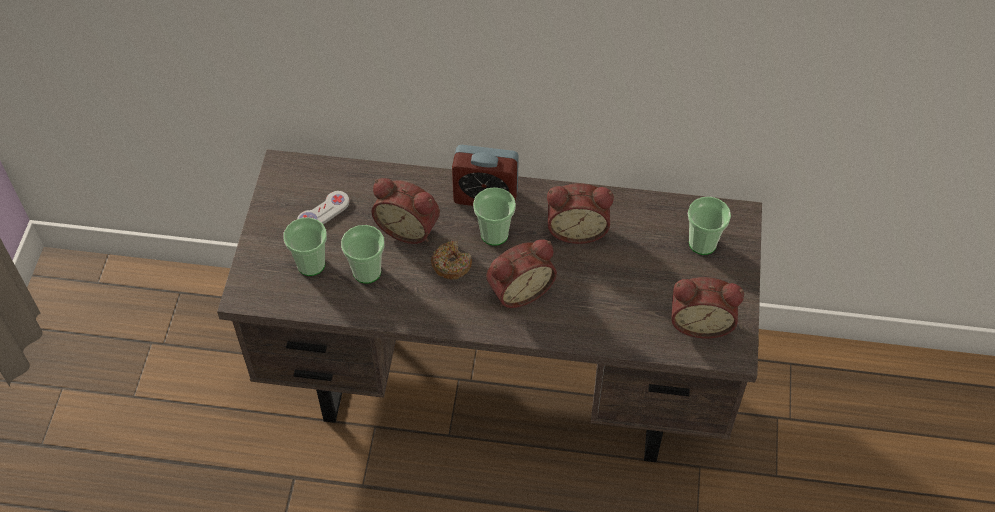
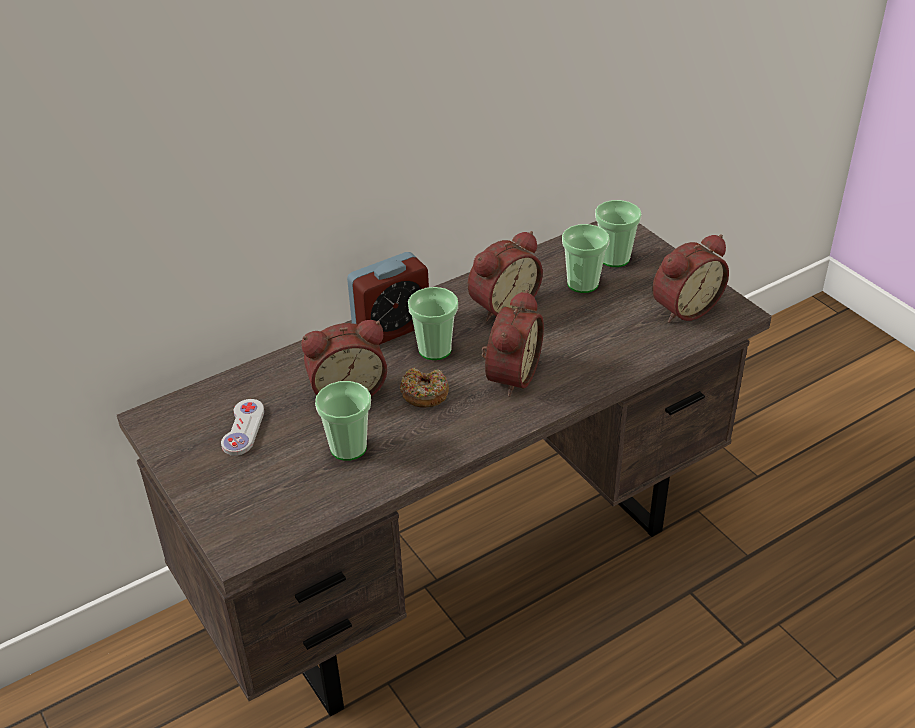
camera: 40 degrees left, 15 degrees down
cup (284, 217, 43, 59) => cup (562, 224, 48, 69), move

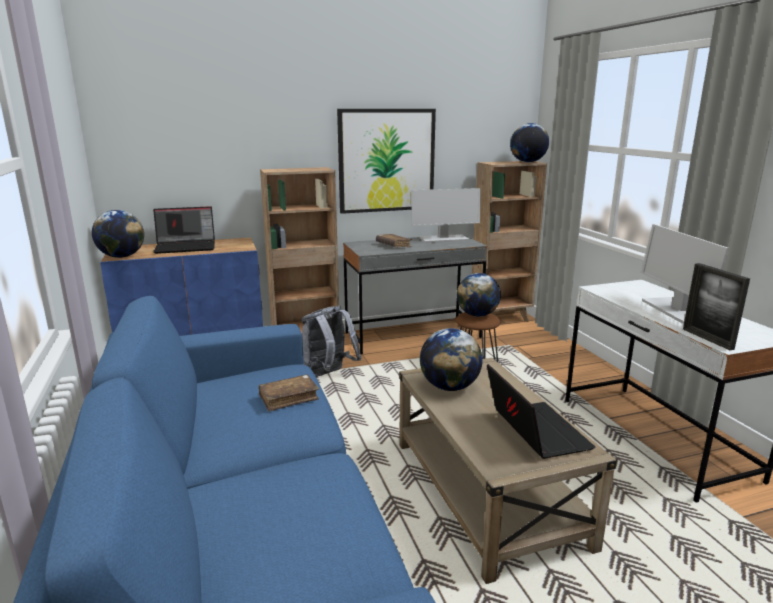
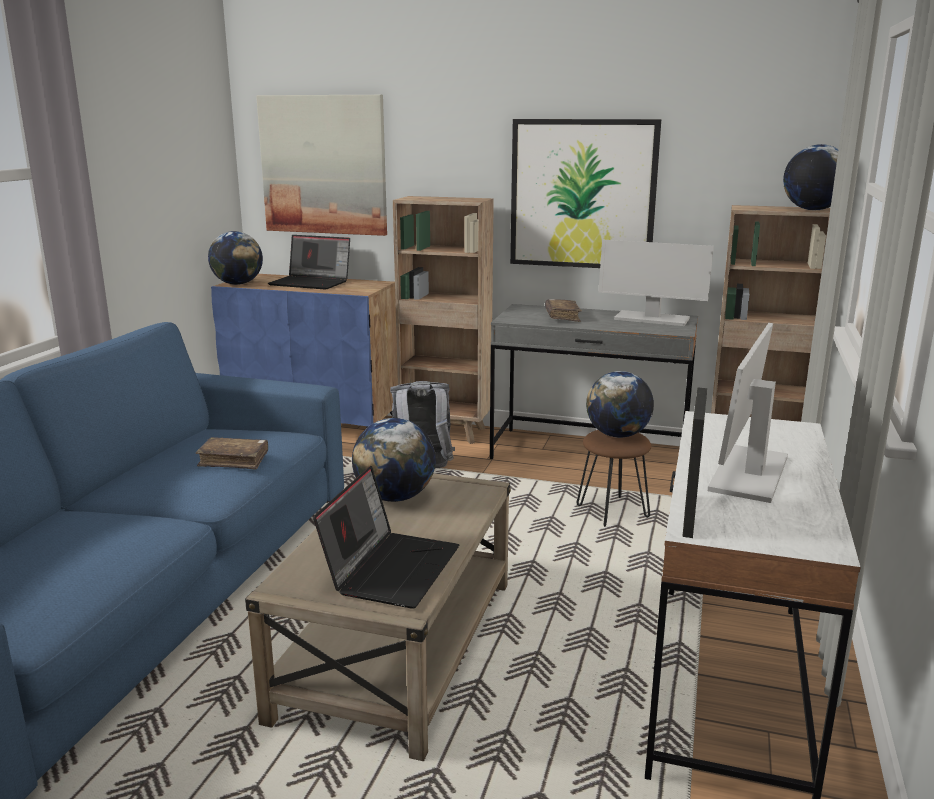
camera: 35 degrees right, 0 degrees up
nothing => picture (256, 95, 131, 141)

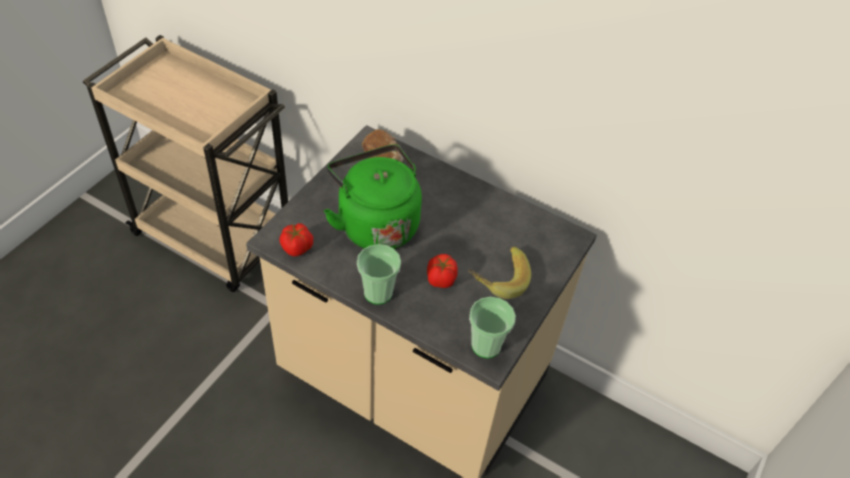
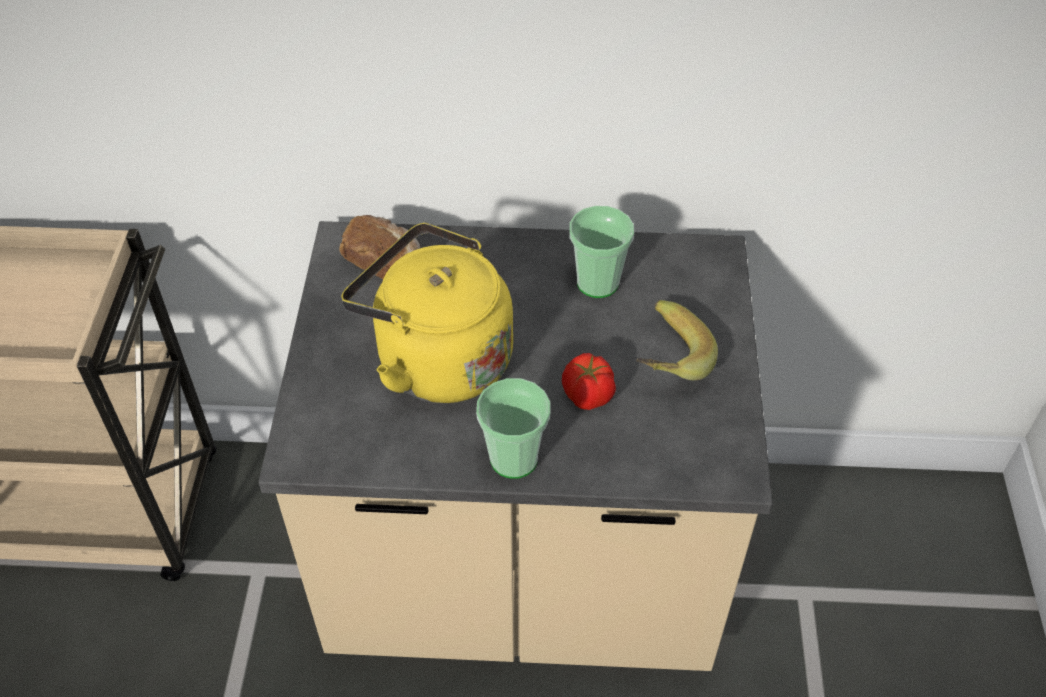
camera: 25 degrees left, 0 degrees up
green-coloured tea kettle (324, 144, 98, 105) => yellow-coloured tea kettle (341, 223, 172, 180)
fresh tomato (279, 223, 34, 33) => nothing
cup (469, 297, 47, 62) => cup (569, 206, 65, 92), move

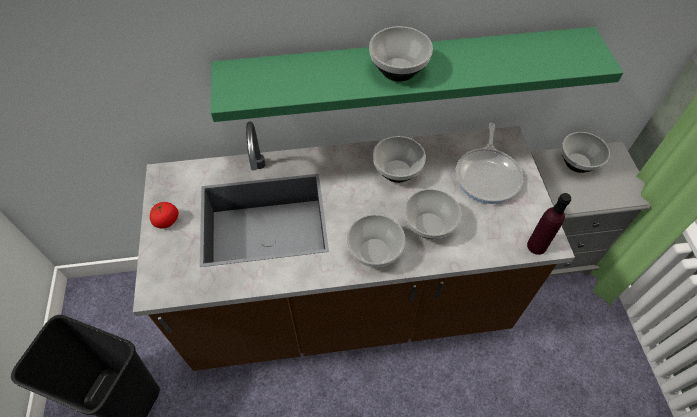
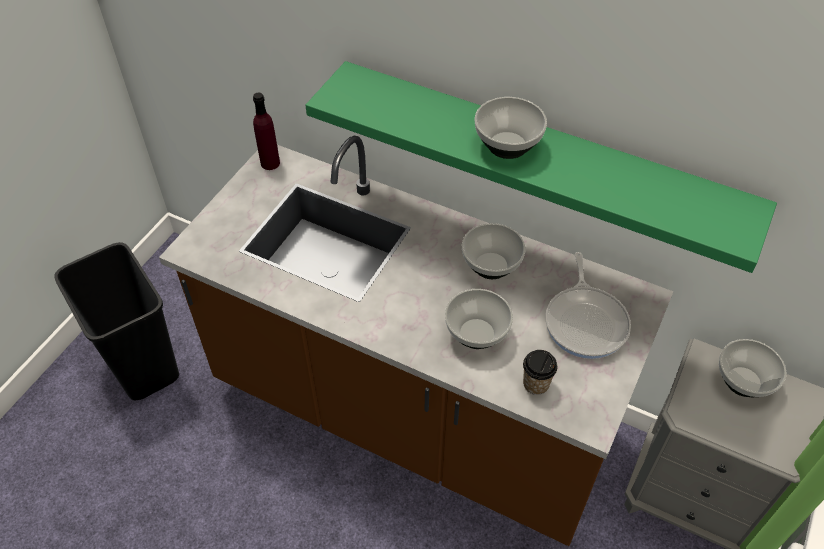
camera: 35 degrees right, 5 degrees down
frying pan (456, 123, 67, 81) => frying pan (545, 252, 86, 107), 45 degrees counterclockwise
purplish beverage bottle (527, 193, 44, 62) => purplish beverage bottle (253, 92, 27, 78), move
fresh tomato (150, 202, 29, 27) => nothing
bowl (347, 214, 58, 53) => nothing
nothing => cup (523, 350, 35, 45)

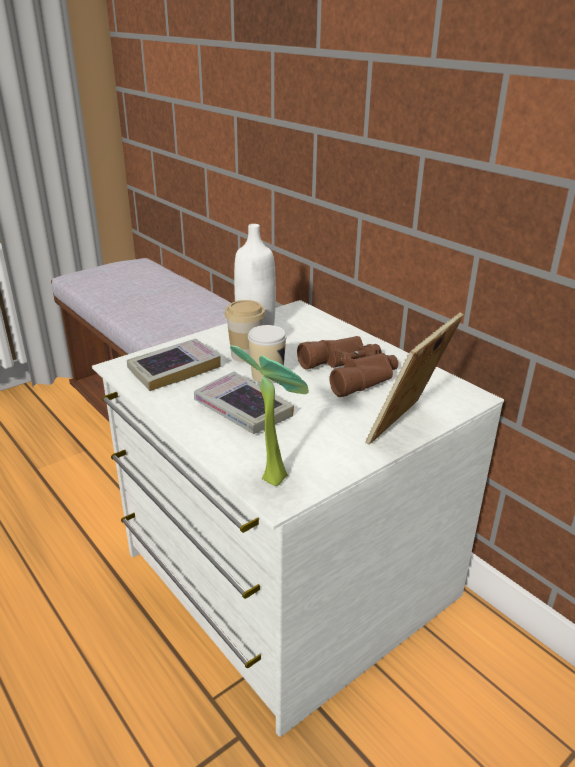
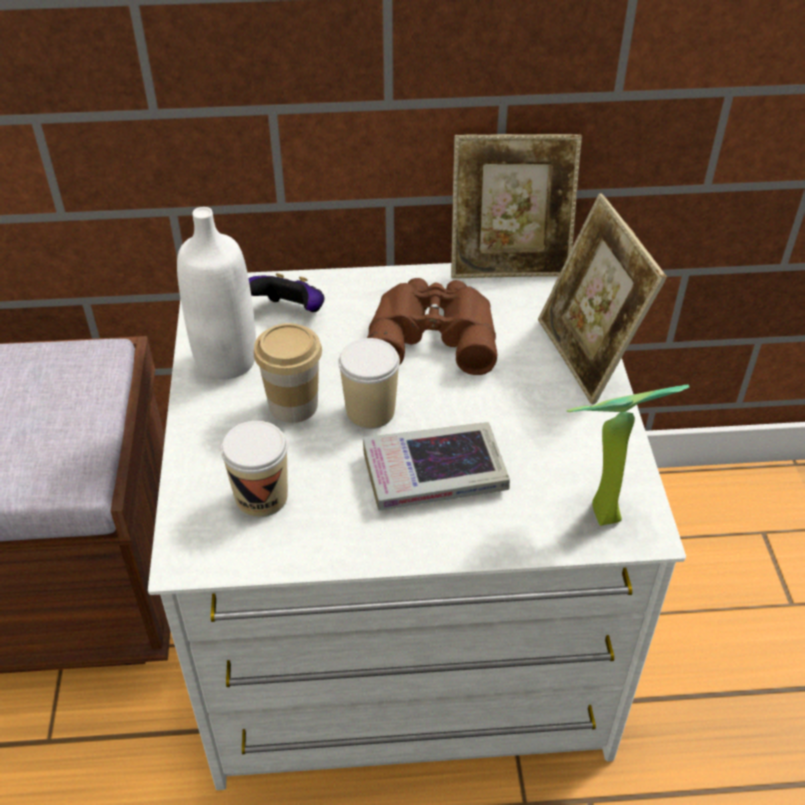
camera: 55 degrees left, 15 degrees up
volume (127, 339, 94, 52) => cup (221, 421, 67, 96)
nothing => picture frame (451, 134, 131, 145)
nothing => gamepad (248, 273, 77, 39)

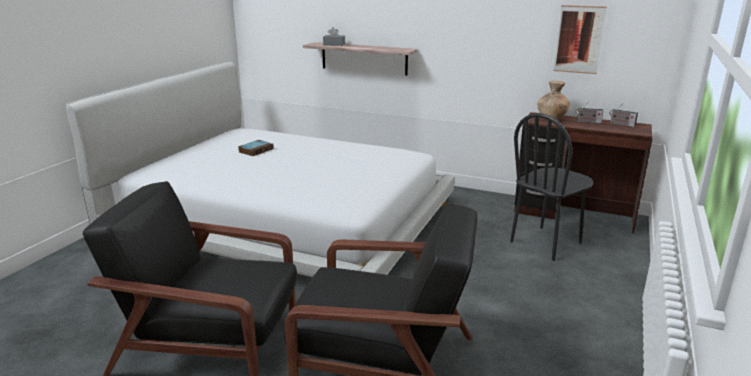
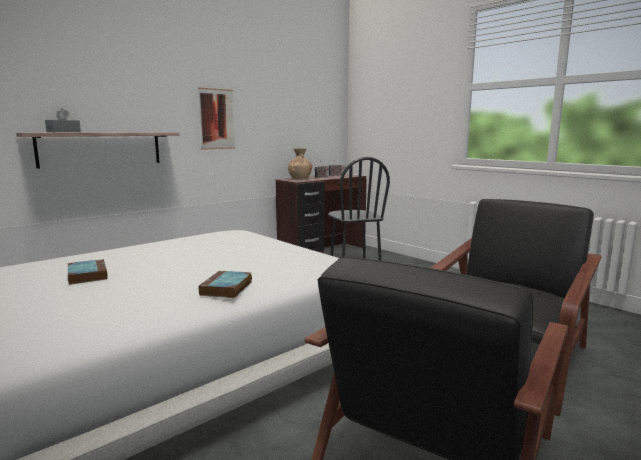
camera: 65 degrees left, 10 degrees down
picture (553, 5, 54, 69) => picture (198, 88, 38, 62), move
nothing => volume (199, 271, 53, 27)

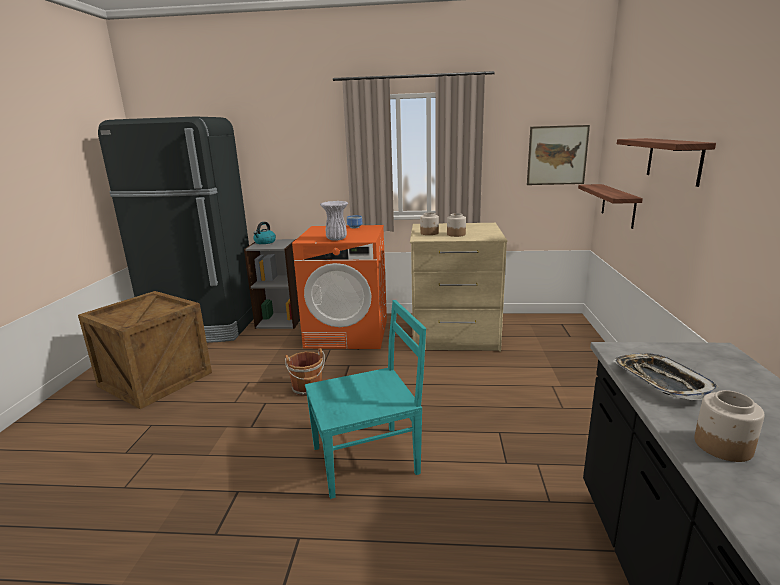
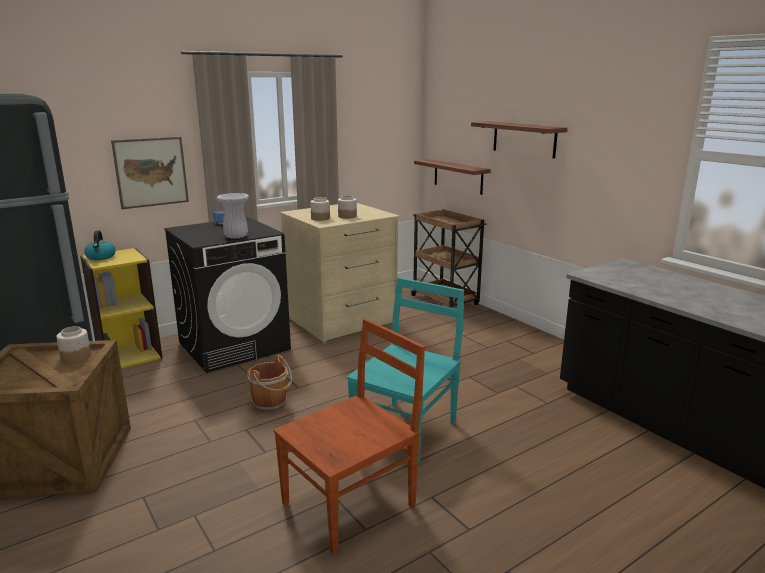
camera: 40 degrees left, 0 degrees up
picture (527, 125, 63, 60) => picture (111, 137, 78, 72), move
orange laundry appliance (292, 225, 95, 124) => black-coloured laundry appliance (164, 217, 127, 156)
greyish bookcase (244, 239, 56, 90) => yellow-coloured bookcase (80, 248, 82, 121)
tray (613, 353, 105, 47) => nothing
storage jar (694, 390, 71, 72) => storage jar (56, 326, 35, 37), move
nothing => brown-coloured trolley (411, 209, 76, 99)
nothing => brown-coloured chair (273, 318, 152, 236)

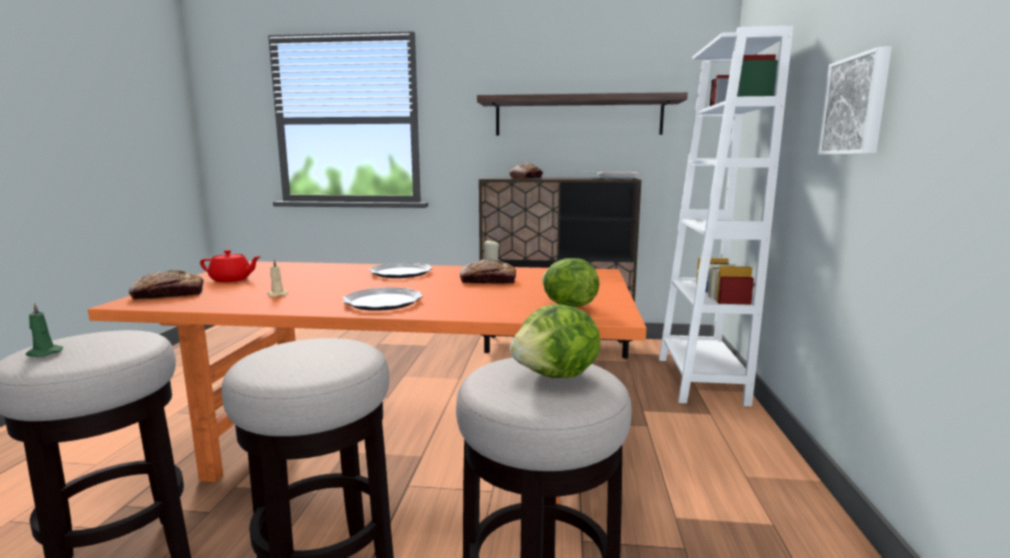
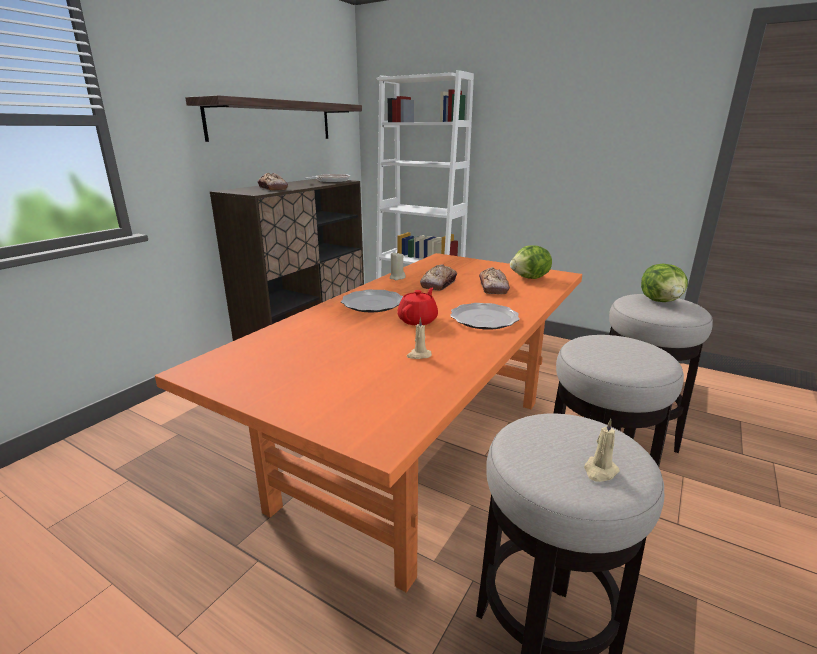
camera: 65 degrees left, 10 degrees up
picture (818, 46, 74, 109) => nothing
red tea pot (200, 250, 60, 32) => red tea pot (397, 287, 41, 39), move
bakery bread (129, 270, 75, 30) => bakery bread (479, 267, 31, 27), move
green-coloured wax light (26, 302, 37, 55) => beige wax light (584, 419, 36, 63)

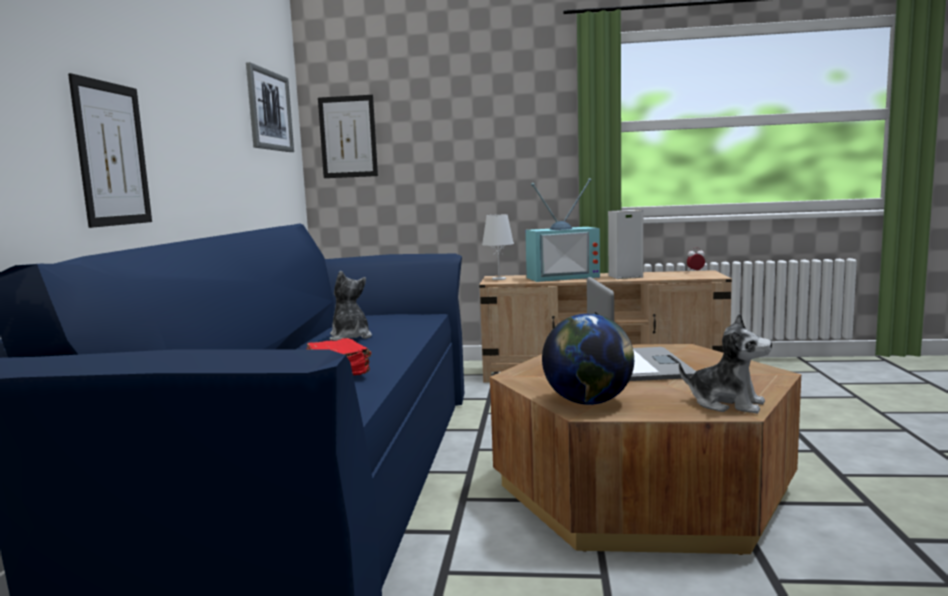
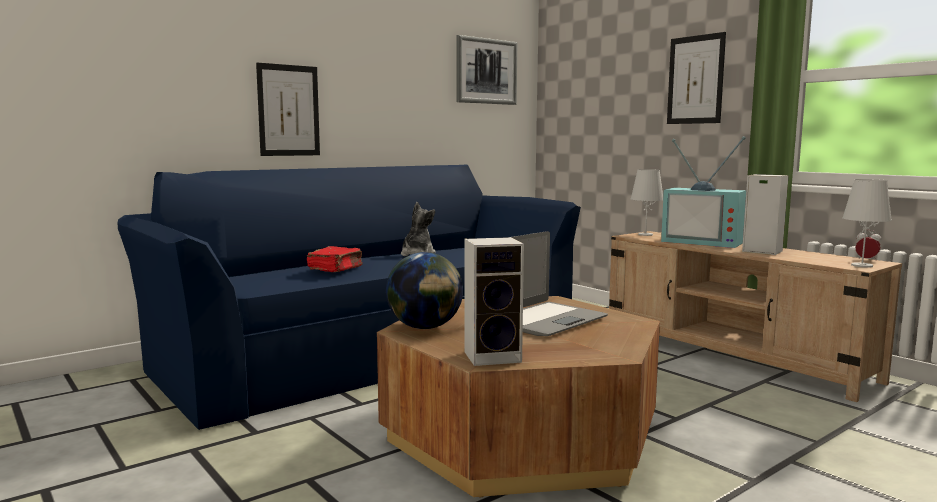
camera: 45 degrees right, 0 degrees up
picture (318, 95, 60, 83) => picture (667, 32, 59, 92), move
plush toy (679, 313, 93, 101) => loudspeaker (464, 237, 60, 129)
nothing => whitish lamp for a table (842, 179, 50, 89)

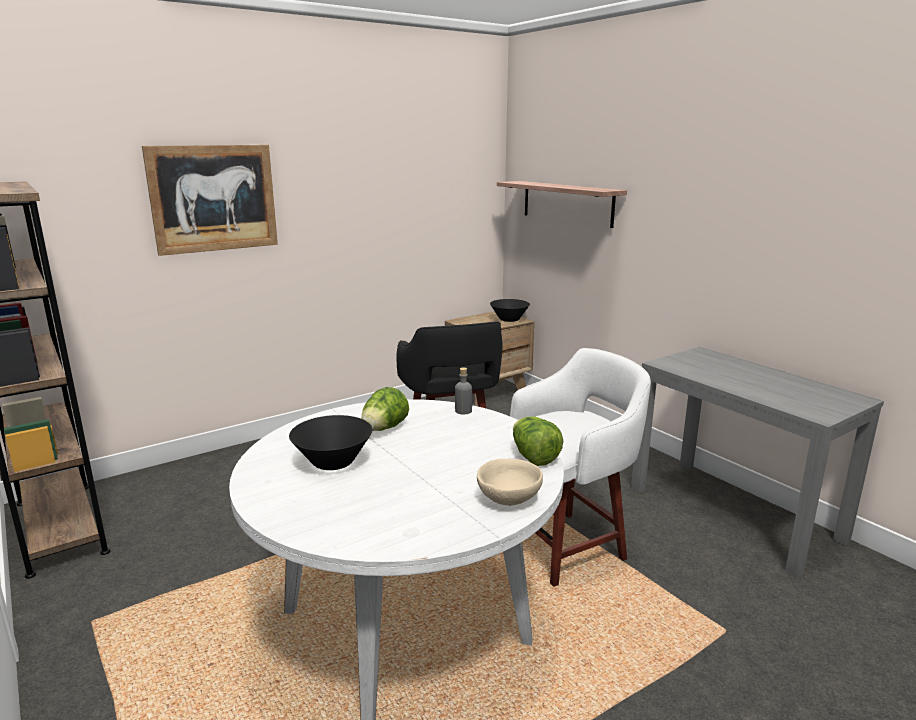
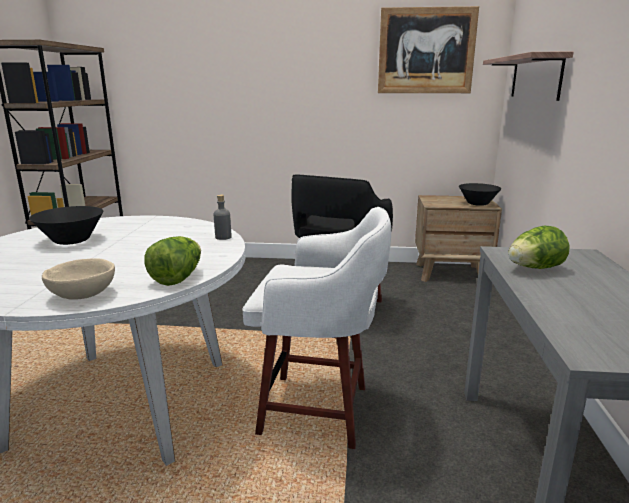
camera: 40 degrees right, 0 degrees up
picture (142, 145, 136, 111) => picture (378, 6, 101, 87), move
lettuce (361, 387, 48, 44) => lettuce (508, 225, 62, 44), move

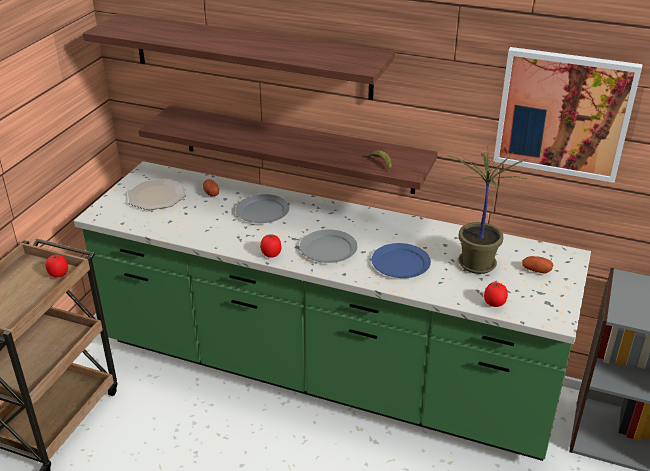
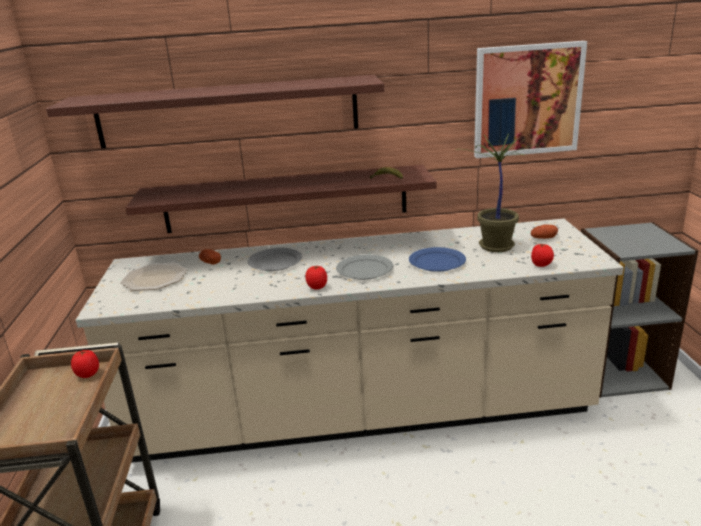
camera: 25 degrees left, 10 degrees down
green-coloured counter (74, 161, 517, 300) => beige counter (76, 219, 548, 244)

